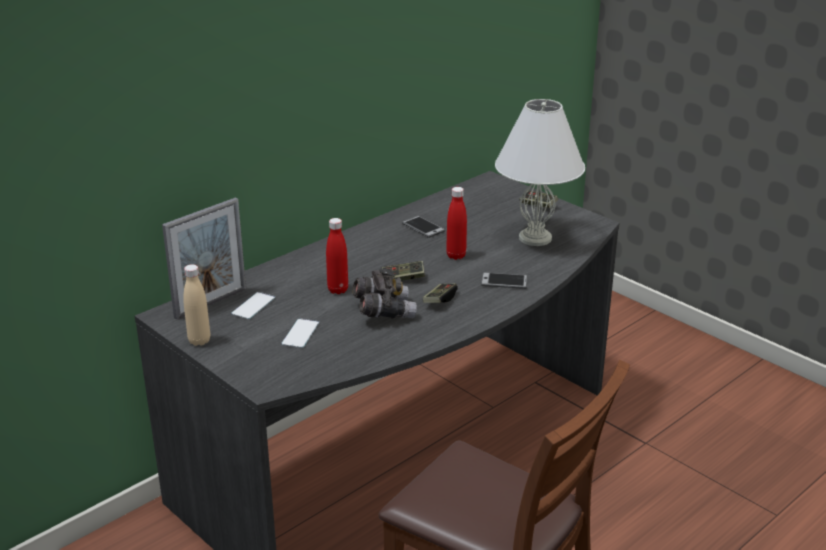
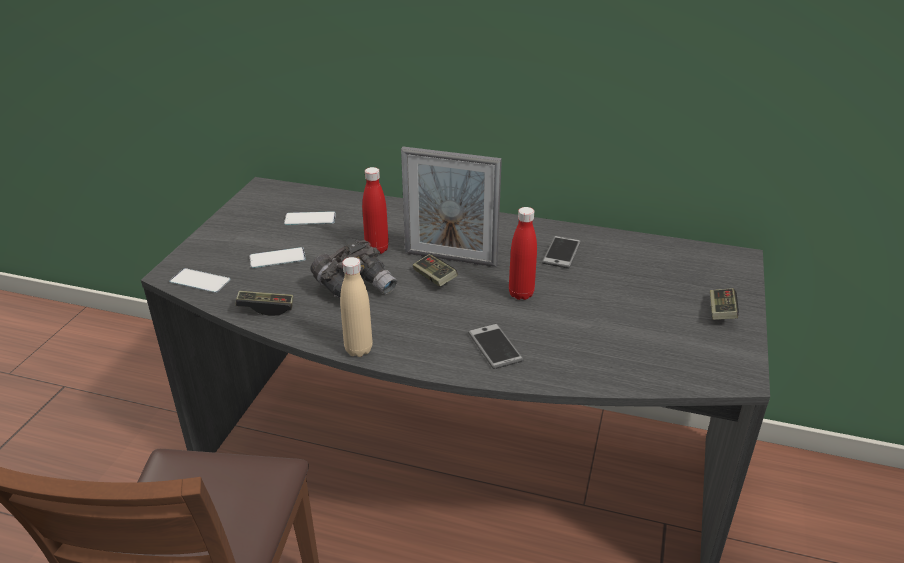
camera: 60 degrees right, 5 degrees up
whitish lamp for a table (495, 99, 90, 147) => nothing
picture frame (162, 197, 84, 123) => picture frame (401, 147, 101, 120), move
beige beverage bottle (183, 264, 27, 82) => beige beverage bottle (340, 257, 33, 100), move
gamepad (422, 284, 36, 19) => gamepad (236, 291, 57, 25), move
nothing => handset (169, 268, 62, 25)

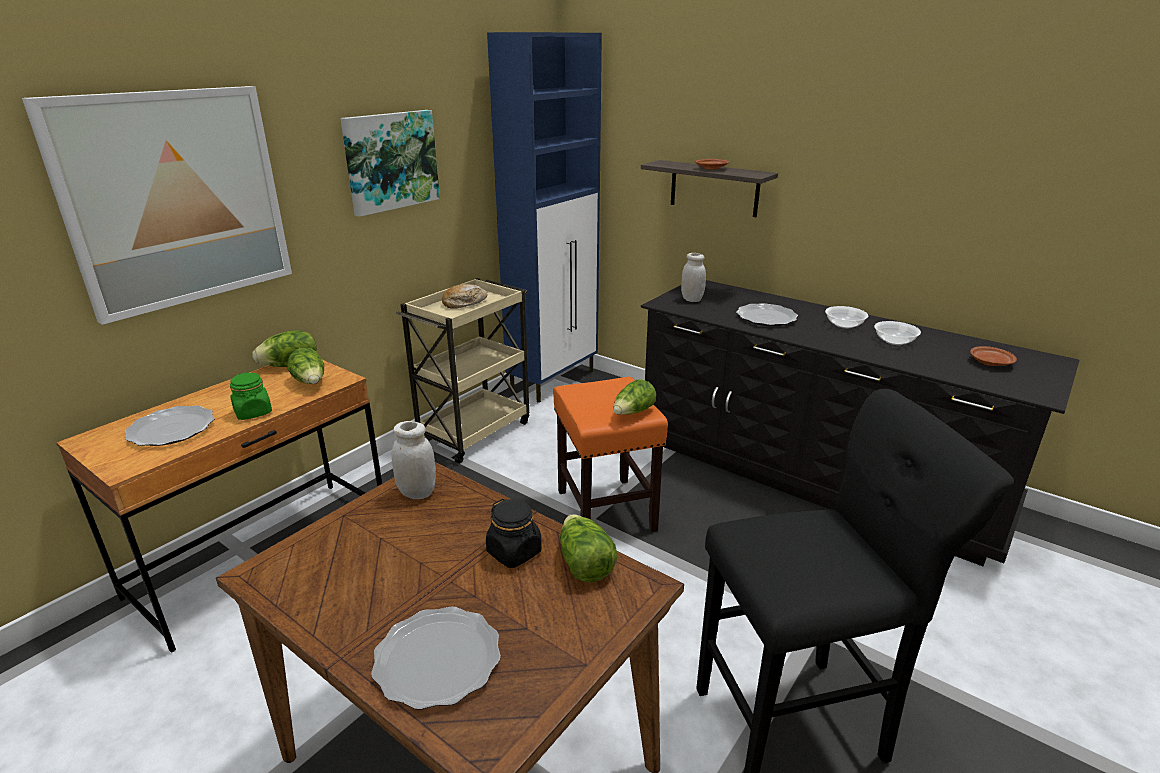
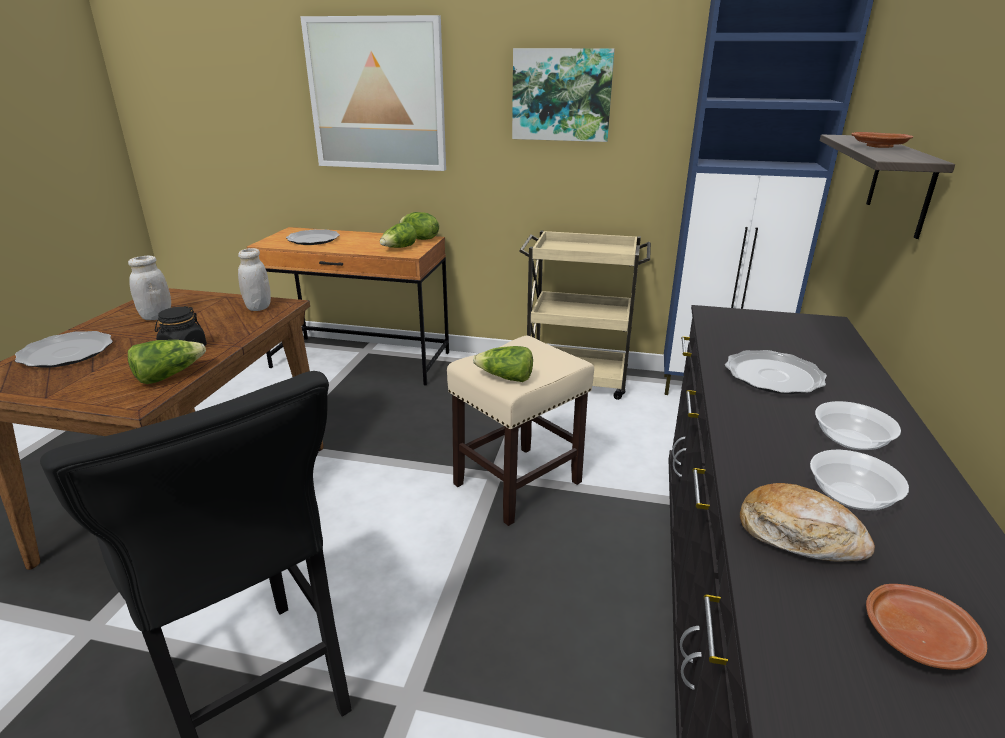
camera: 65 degrees right, 0 degrees up
whitish storage jar (681, 253, 25, 49) => whitish storage jar (128, 256, 43, 64), move
bakery bread (442, 284, 46, 25) => bakery bread (740, 483, 135, 78), move
green-coloured storage jar (230, 372, 42, 48) => nothing
orange sitting stool (553, 377, 115, 155) => beige sitting stool (447, 336, 147, 190)

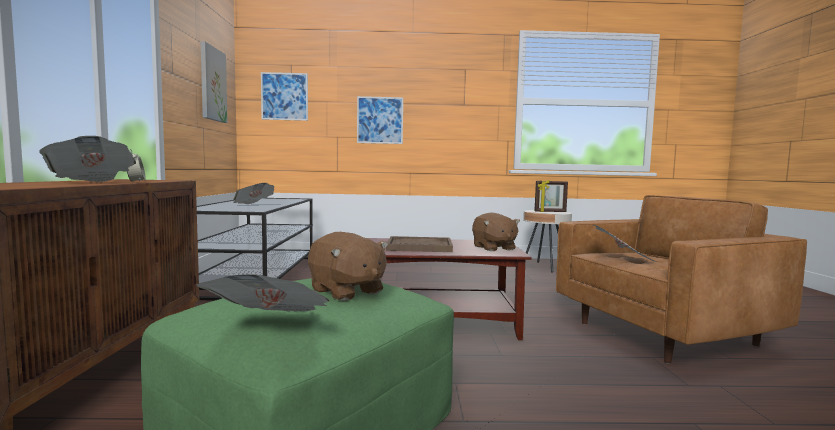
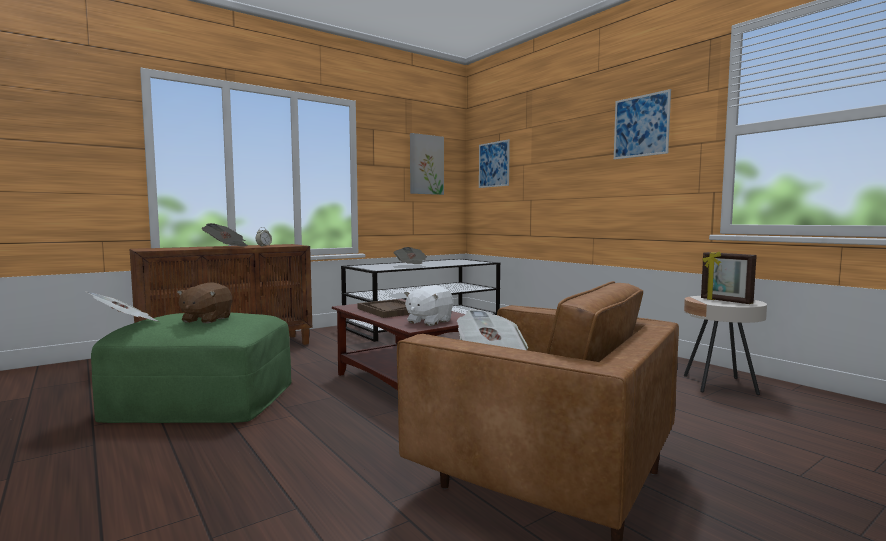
camera: 55 degrees right, 0 degrees up
picture (357, 96, 46, 48) => picture (614, 89, 57, 70), move
brown-coloured plush toy (472, 212, 48, 39) => whitish plush toy (404, 285, 49, 41)

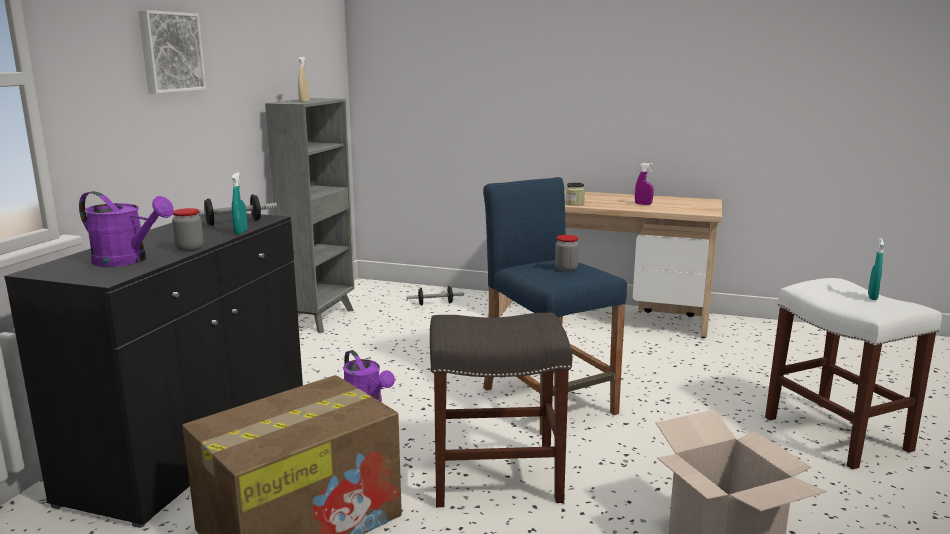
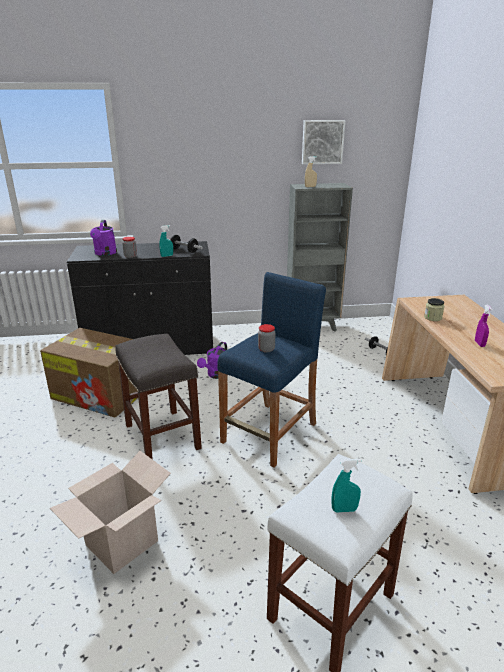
camera: 65 degrees right, 10 degrees up
picture (139, 10, 67, 84) => picture (302, 120, 43, 45), move

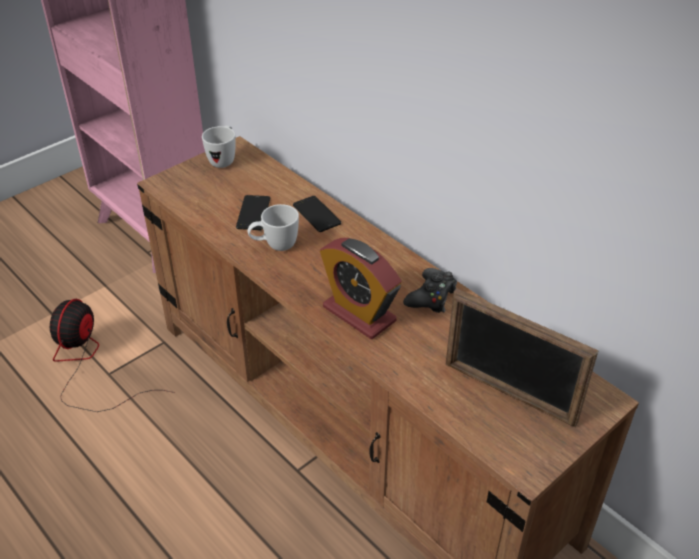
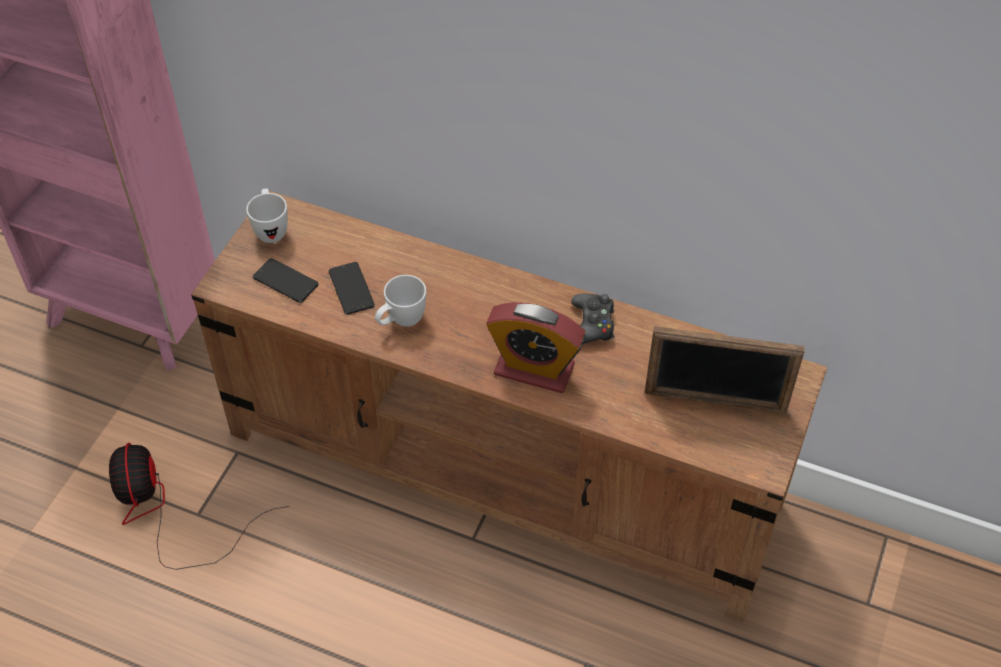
camera: 25 degrees left, 10 degrees up
handset (293, 196, 48, 36) => handset (253, 258, 66, 45), move

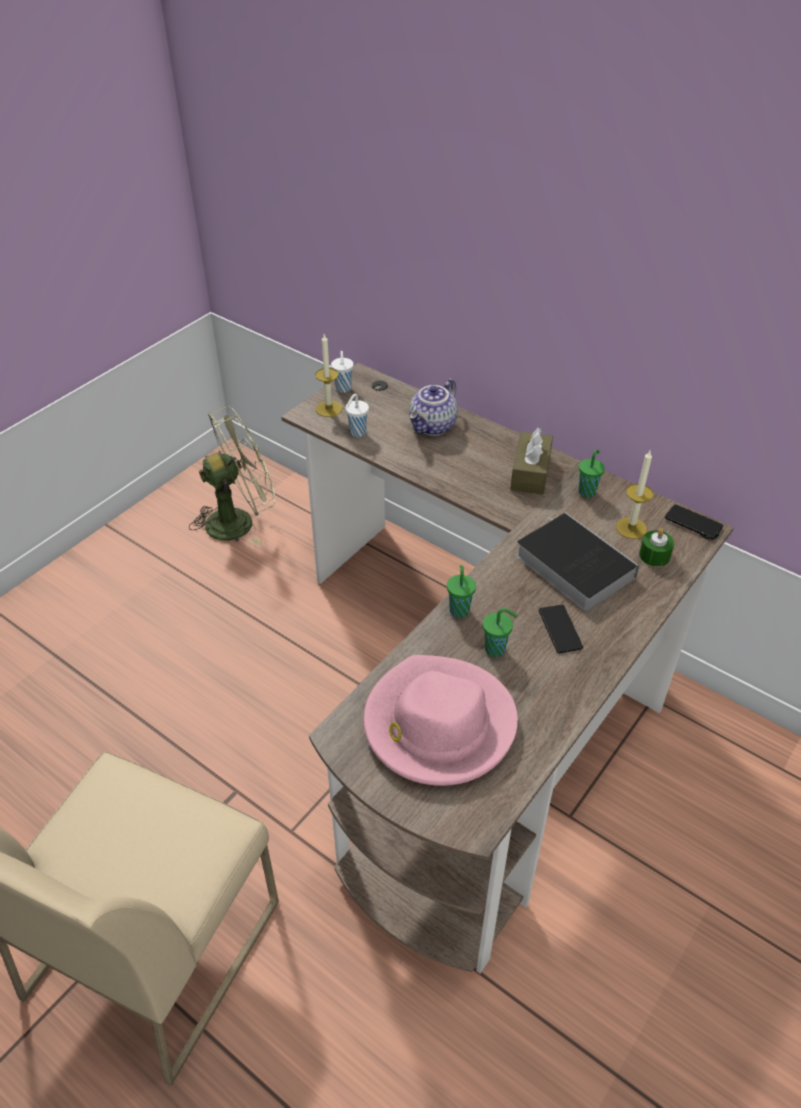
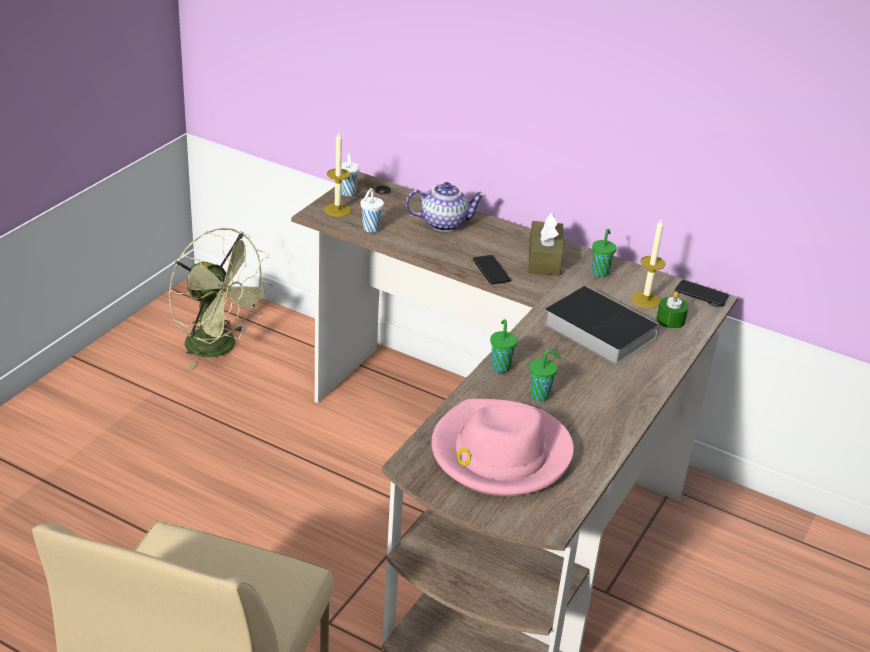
camera: 10 degrees left, 10 degrees down
tea pot (409, 379, 49, 57) => tea pot (406, 182, 80, 50), 120 degrees counterclockwise
green-coloured cooling fan (189, 406, 86, 140) => green-coloured cooling fan (169, 228, 104, 142), 75 degrees clockwise
handset (539, 604, 44, 49) => handset (473, 255, 38, 30), move

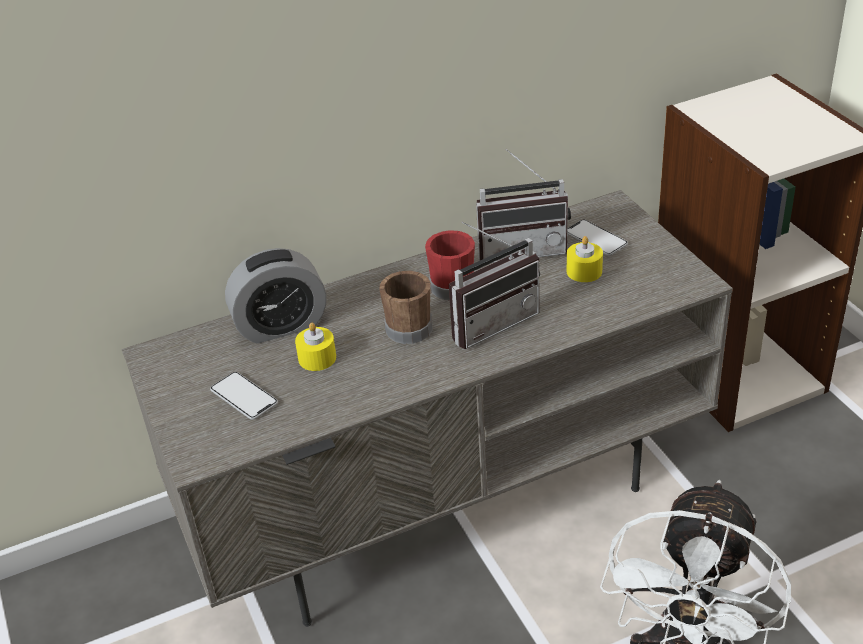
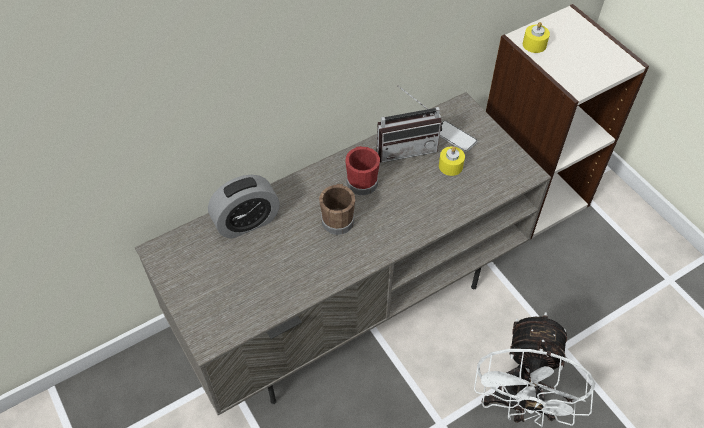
camera: 10 degrees left, 15 degrees up
radio set (449, 222, 91, 127) => nothing
yellow-coloured wax light (295, 323, 41, 48) => yellow-coloured wax light (523, 22, 27, 31), move
handset (210, 372, 68, 48) => nothing

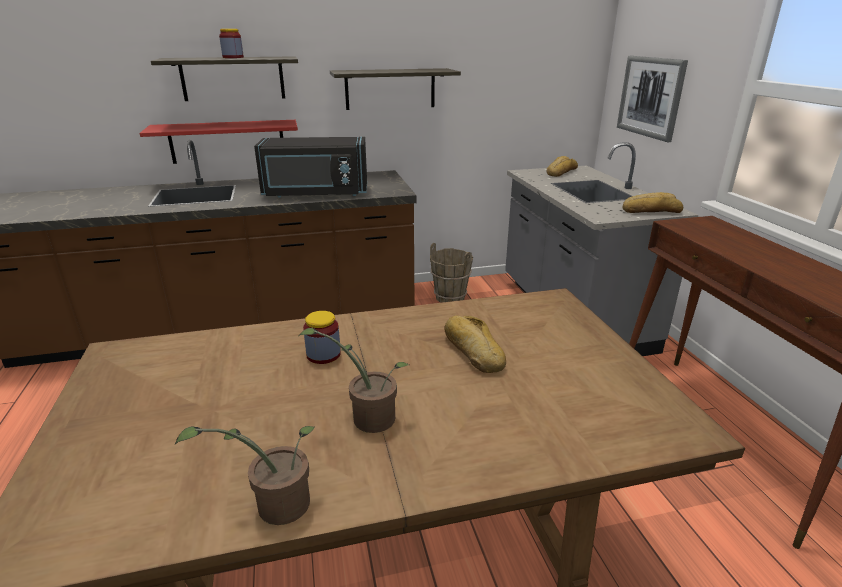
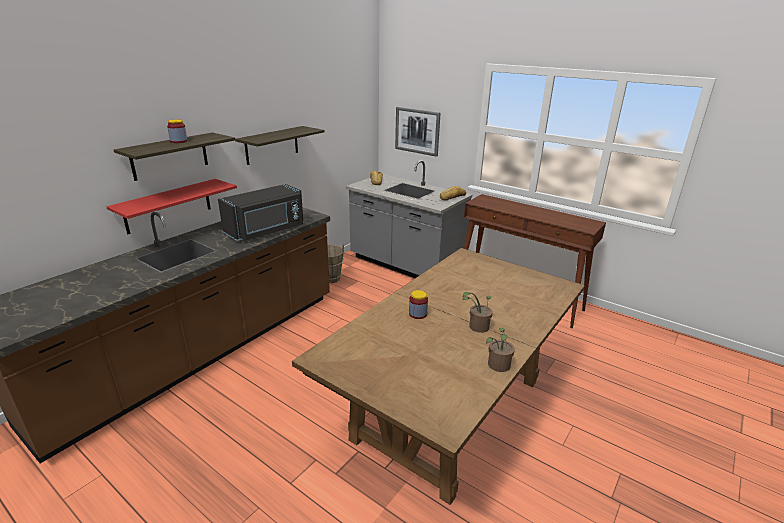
camera: 40 degrees left, 0 degrees up
bakery bread (445, 316, 61, 57) => nothing

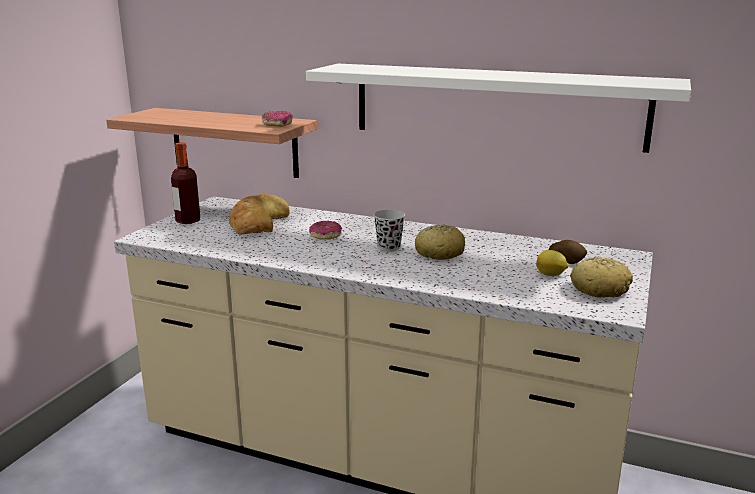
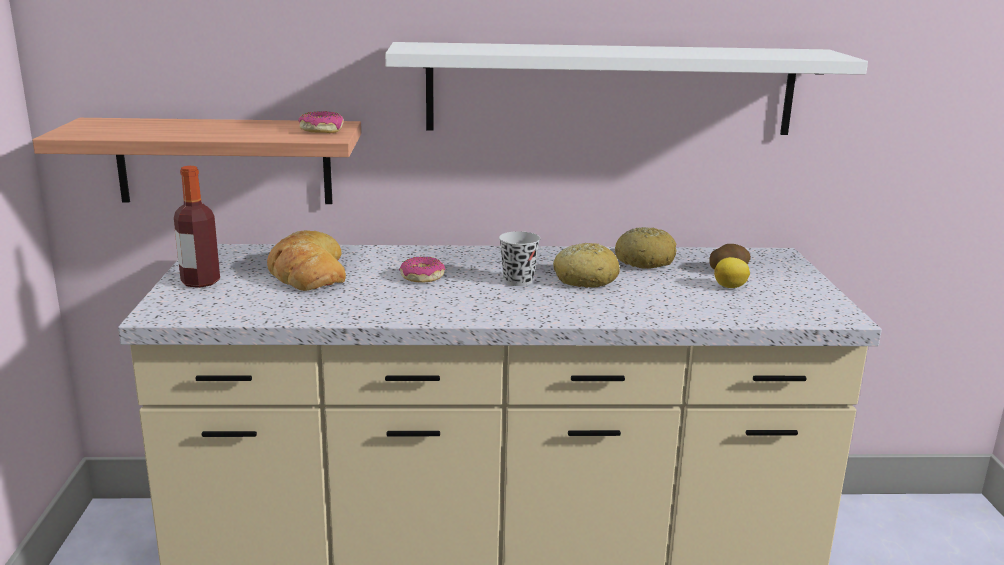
camera: 25 degrees left, 0 degrees up
bakery bread (570, 257, 63, 40) => bakery bread (615, 227, 62, 42), move

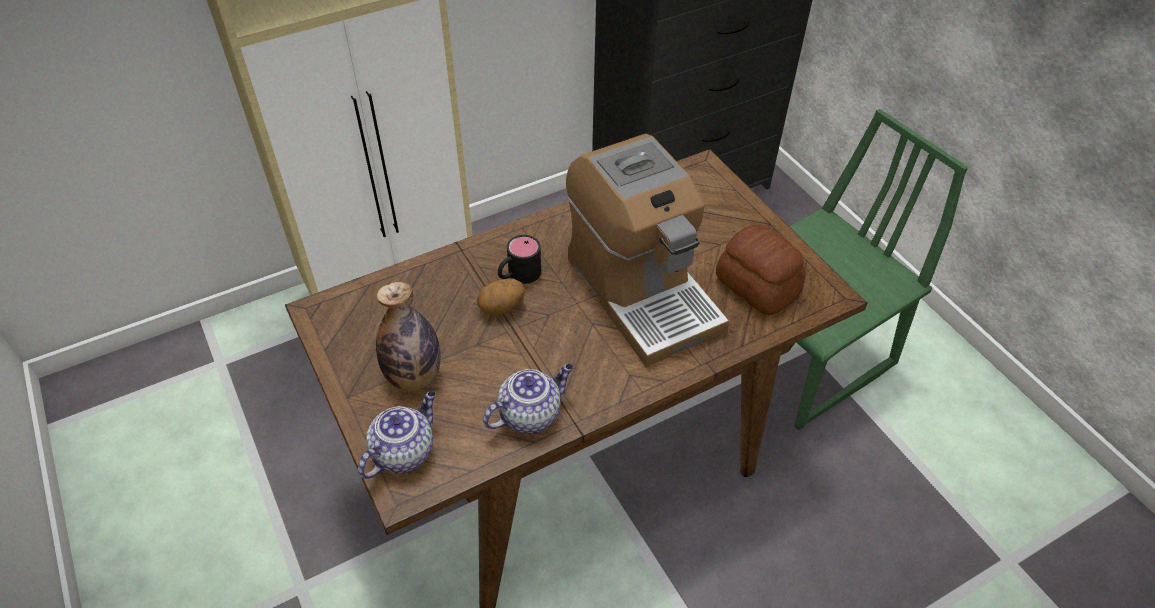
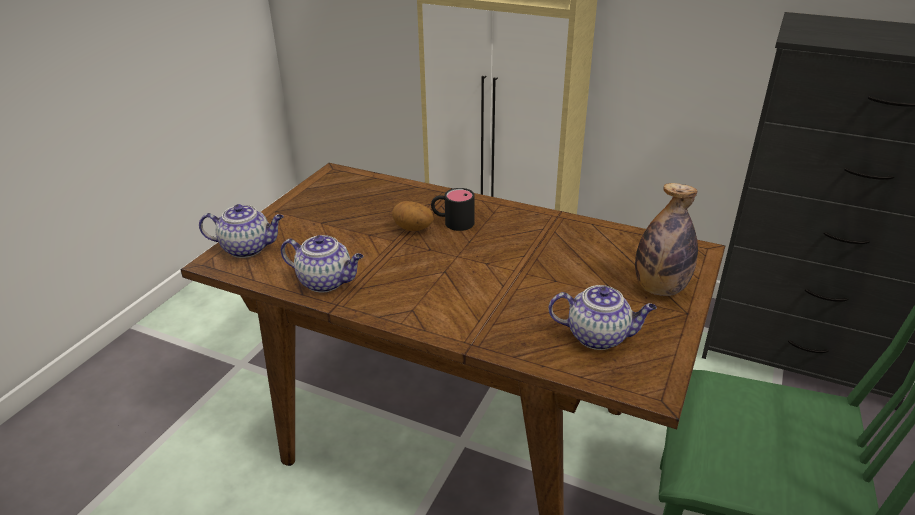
camera: 55 degrees right, 15 degrees down
coffee machine (566, 134, 163, 233) => nothing
bakery bread (716, 225, 90, 90) => tea pot (548, 285, 109, 65)
beverage bottle (376, 282, 65, 109) => beverage bottle (635, 183, 63, 113), move

